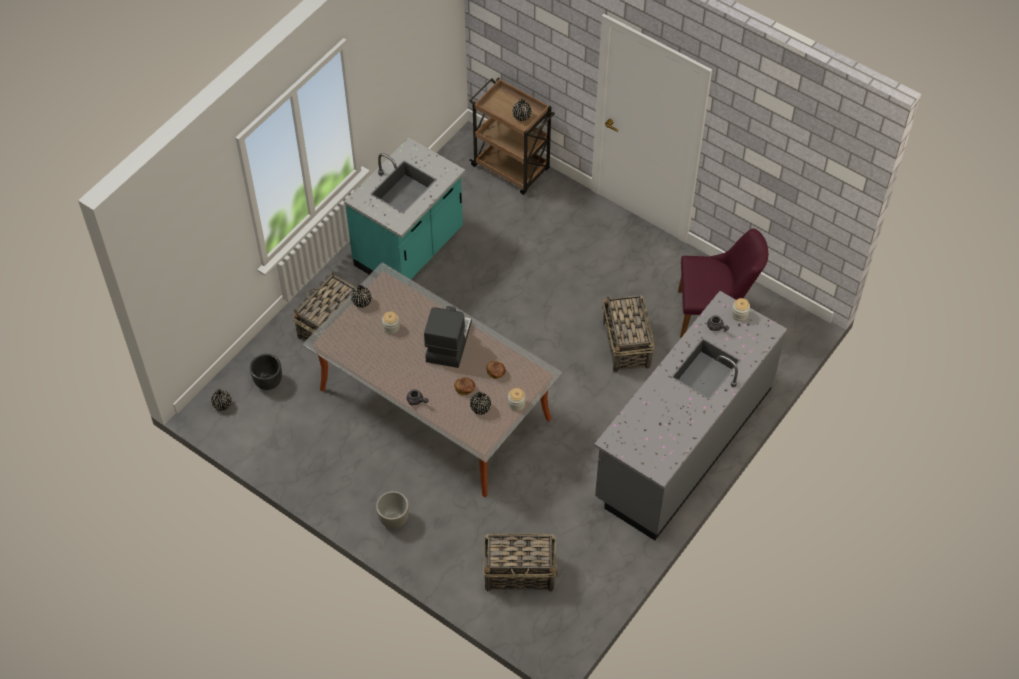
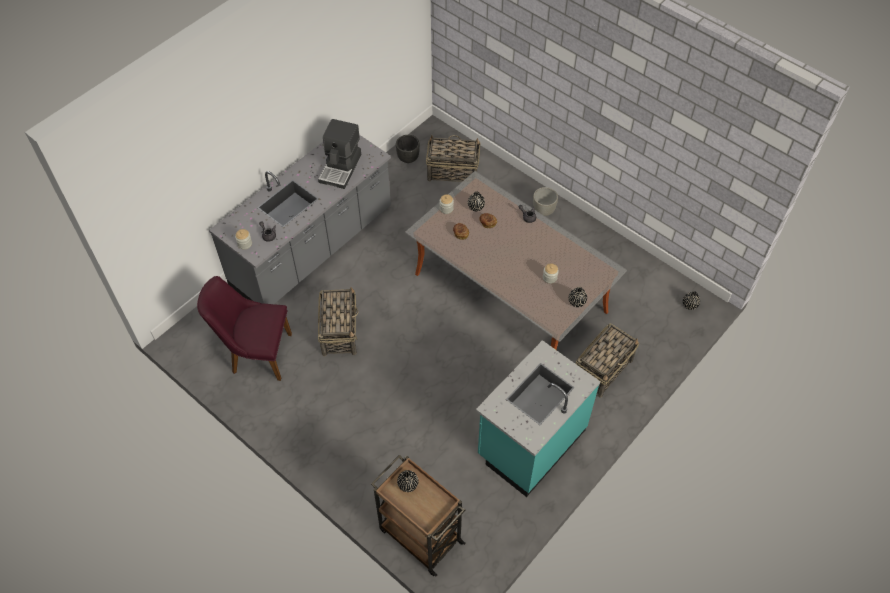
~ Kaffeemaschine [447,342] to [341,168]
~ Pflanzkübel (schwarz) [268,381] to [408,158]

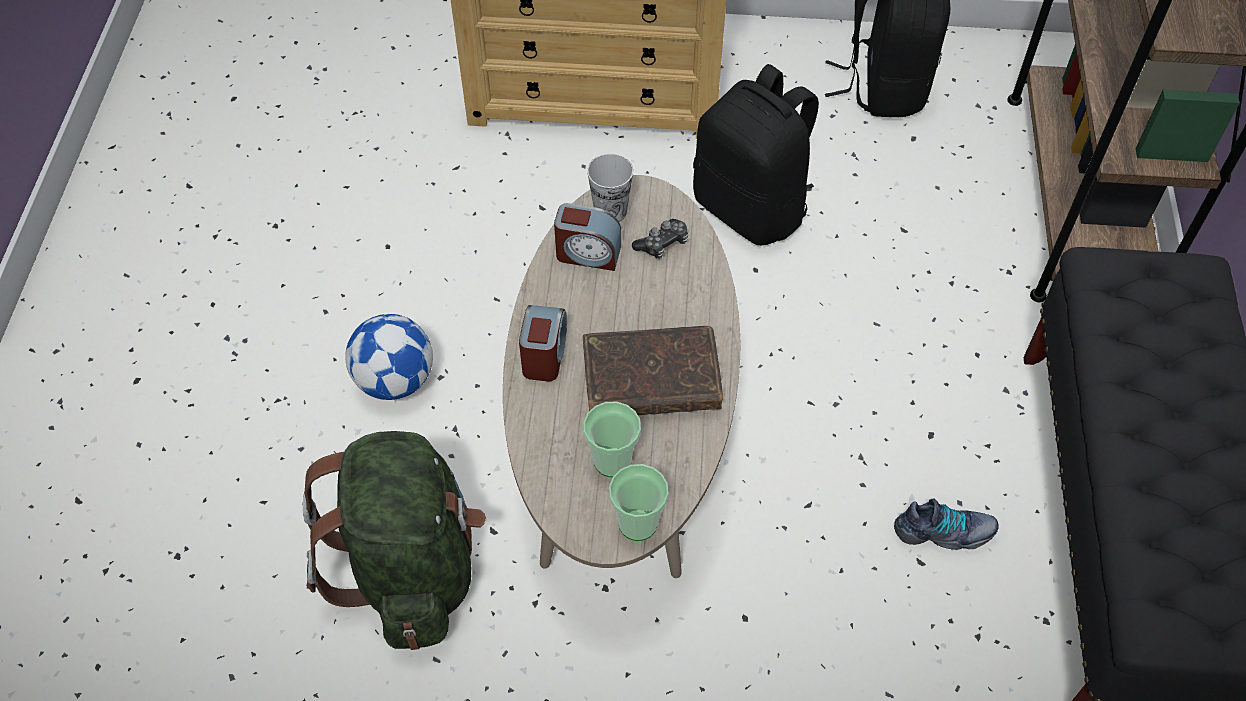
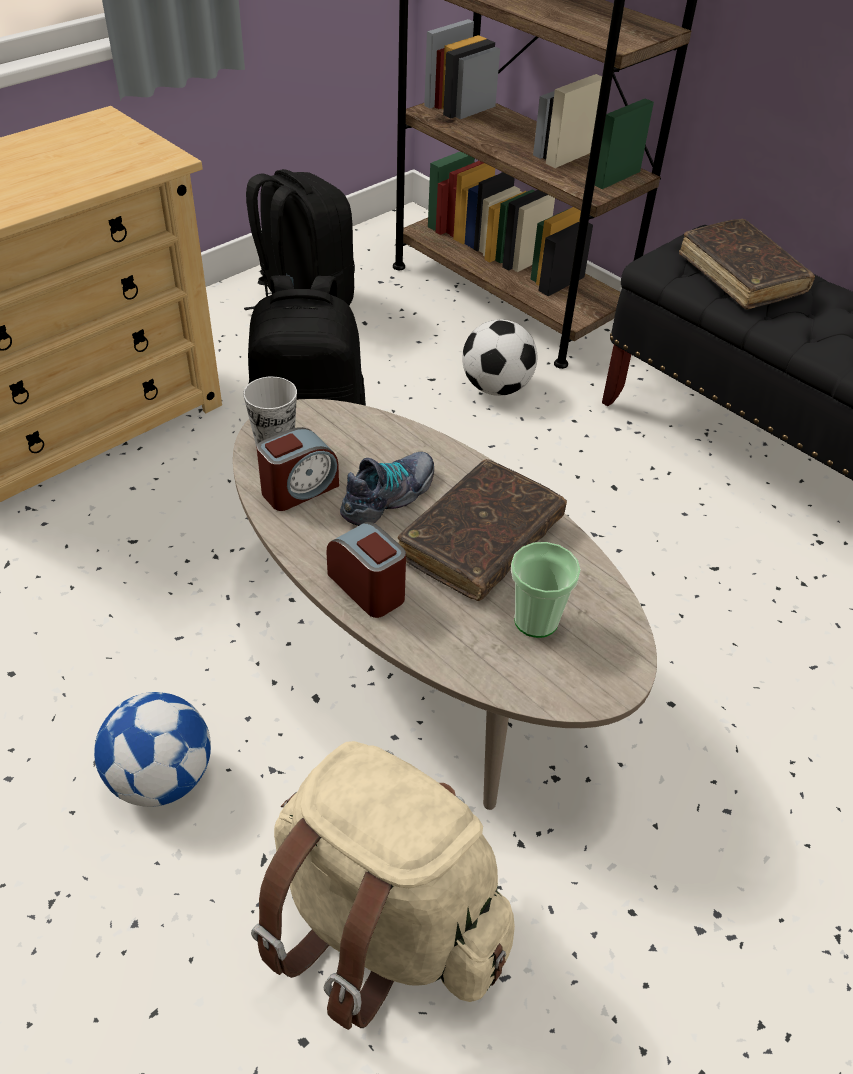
~ Rucksack (grün) [412,568] to Rucksack (beige) [383,922]
~ Schuh [944,532] to [390,497]
+ Fußball [496,388]
+ Buch (braun) [741,275]
- Tasse [638,523]
- Gamepad [662,244]

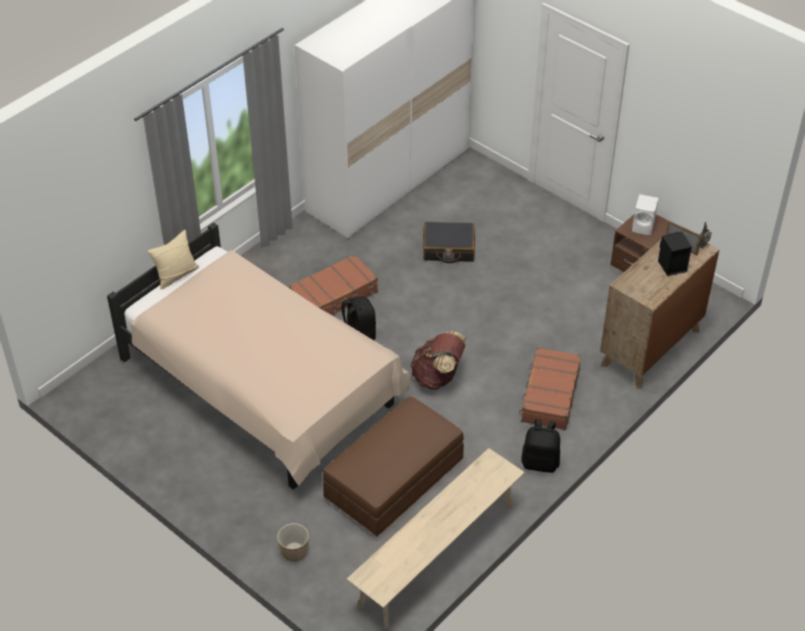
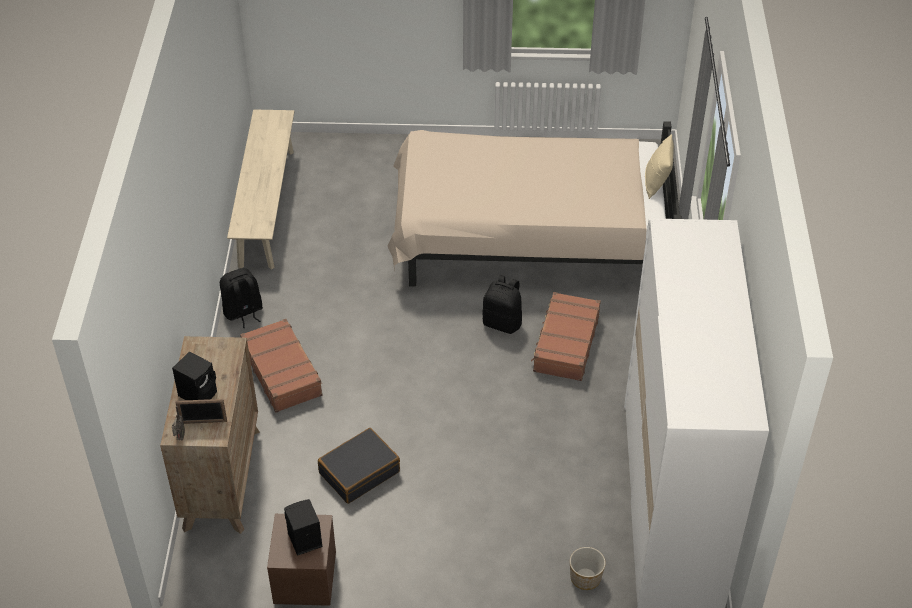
~ Lautsprecher (weiß) [644,227] to Lautsprecher (schwarz) [303,540]
~ Koffer (schwarz) [448,248] to [359,472]
~ Pflanzkübel [294,550] to [585,578]
- Polsterhocker (braun) [394,480]
- Rucksack (braun) [438,377]

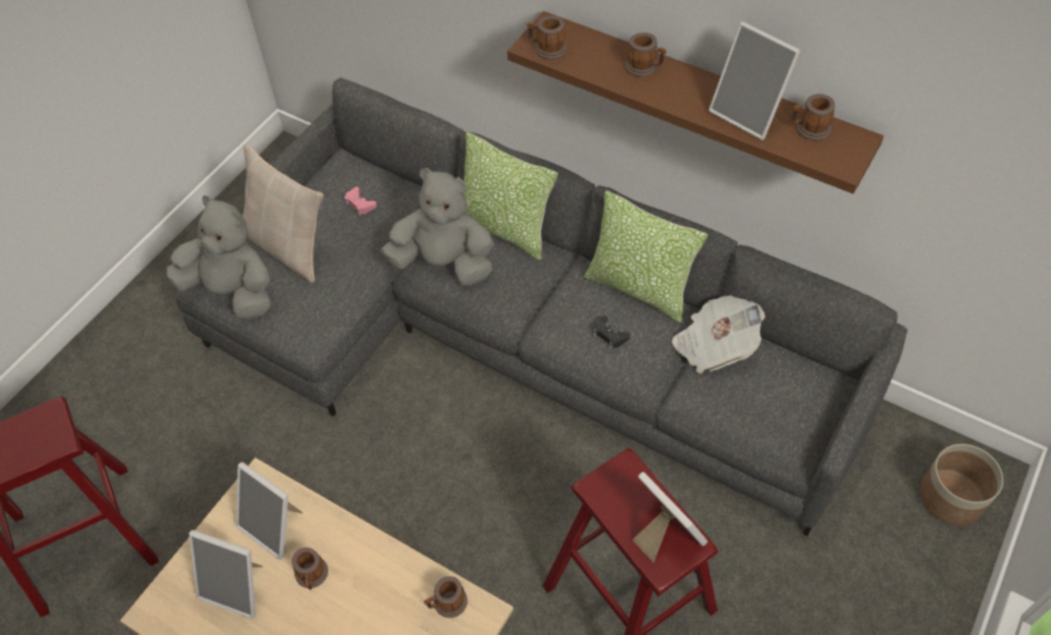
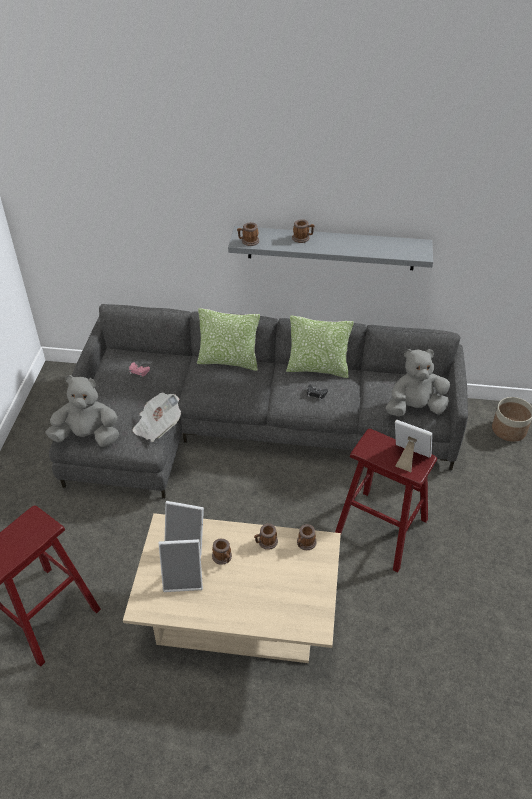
~ Zeitung [714,345] to [157,426]
~ Wandregal (braun) [700,95] to Wandregal (grau) [331,248]
~ Henkelbecher [809,129] to [265,542]
~ Plüschtier (grau) [444,263] to [414,408]
- Kissen (beige) [289,247]
- Bilderrahmen [748,114]

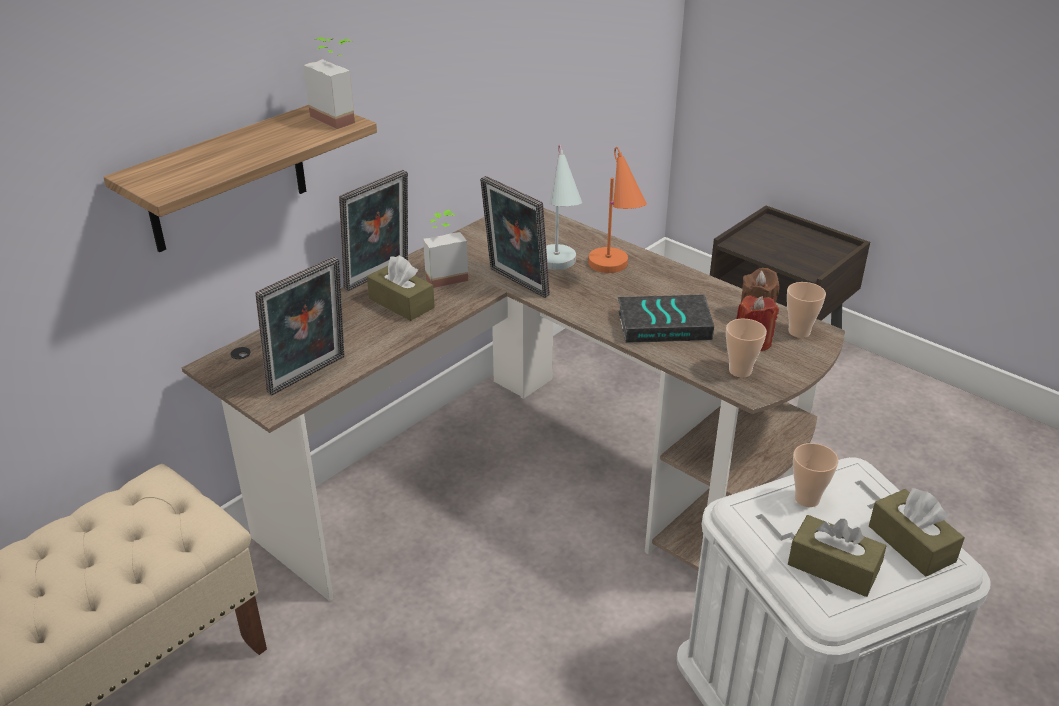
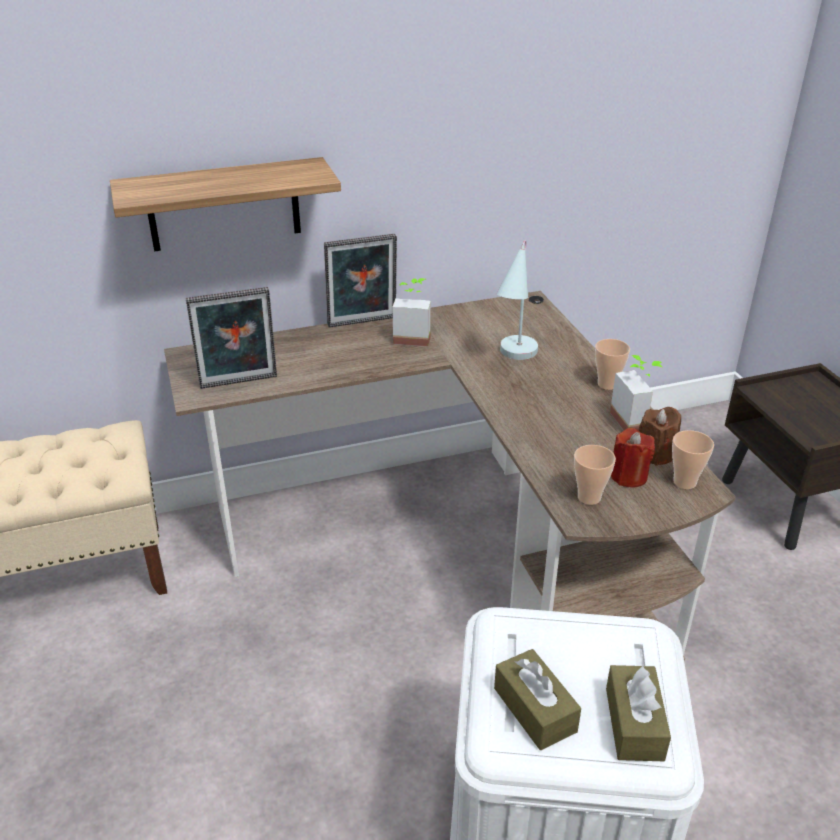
~ Tasse [807,499] to [607,384]
~ Topfpflanze [340,117] to [635,420]
- Taschentuchbox (braun) [401,303]
- Bilderrahmen [515,284]
- Tischlampe (orange) [615,272]
- Buch [665,324]

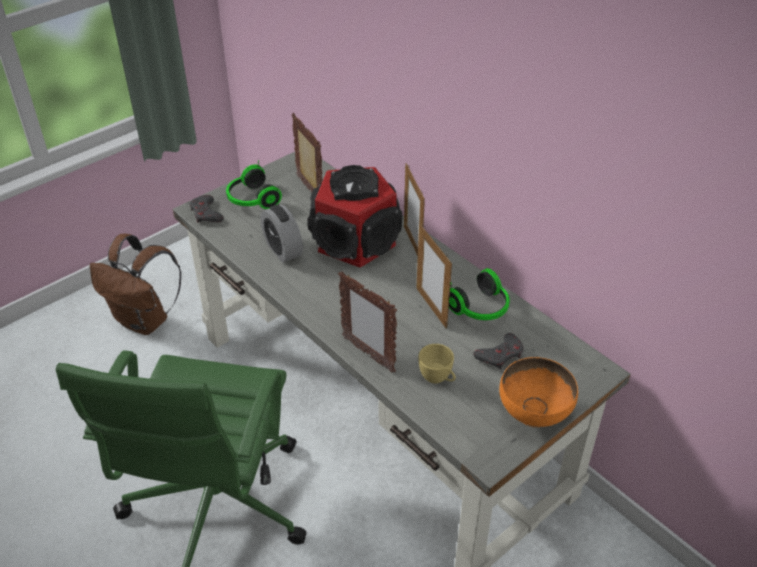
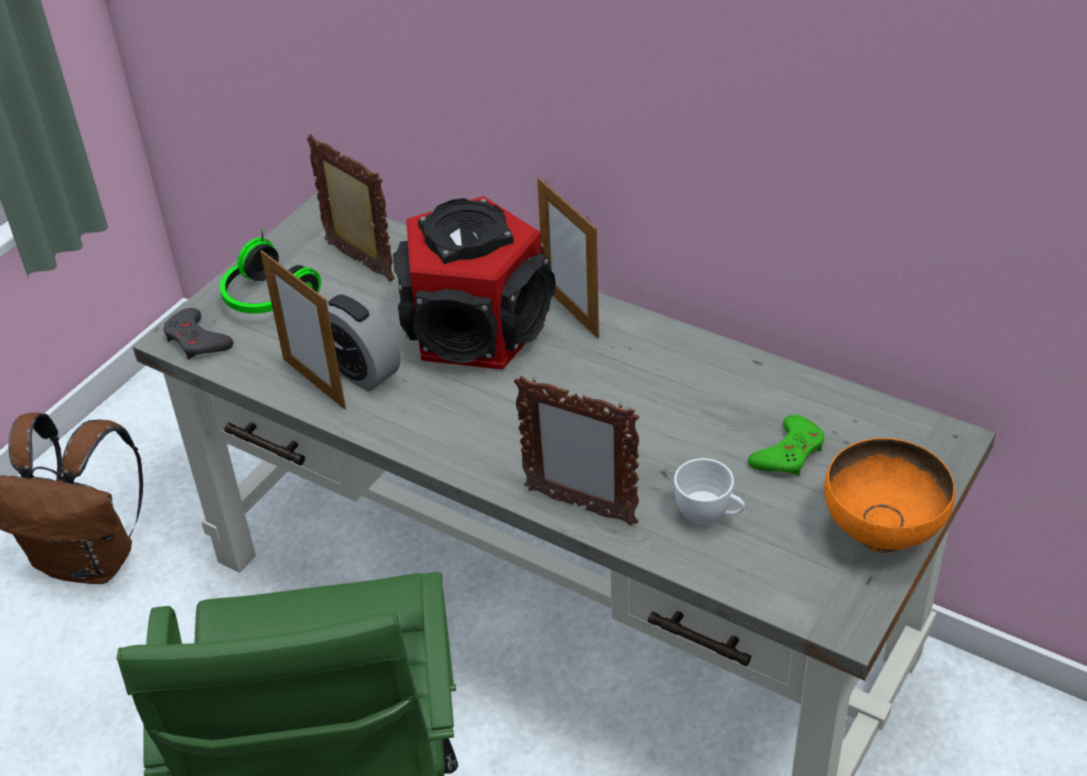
~ Bilderrahmen [431,307] to [314,383]
~ Tasse (gelb) [438,378] to Tasse (weiß) [709,516]
~ Gamepad (grau) [500,354] to Gamepad (grün) [788,453]
- Kopfhörer [480,309]

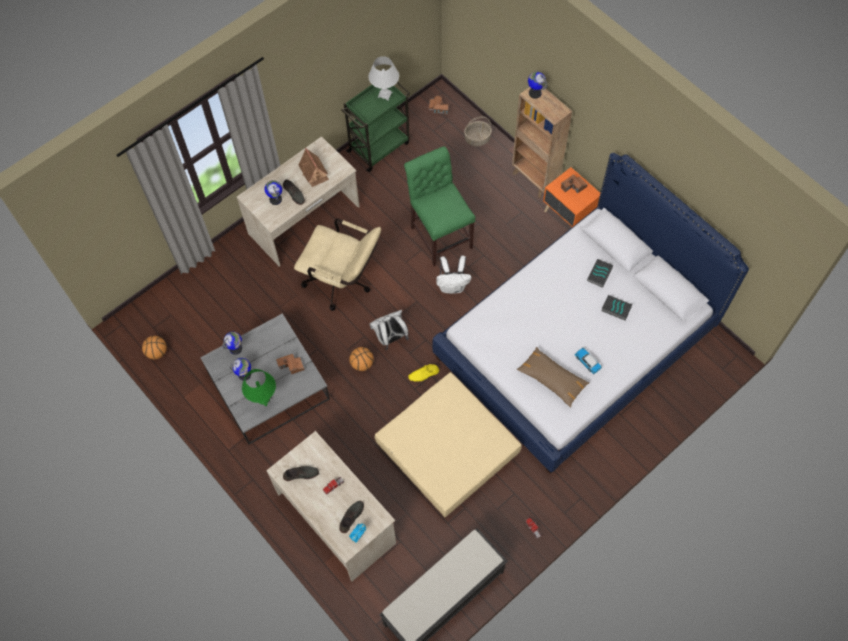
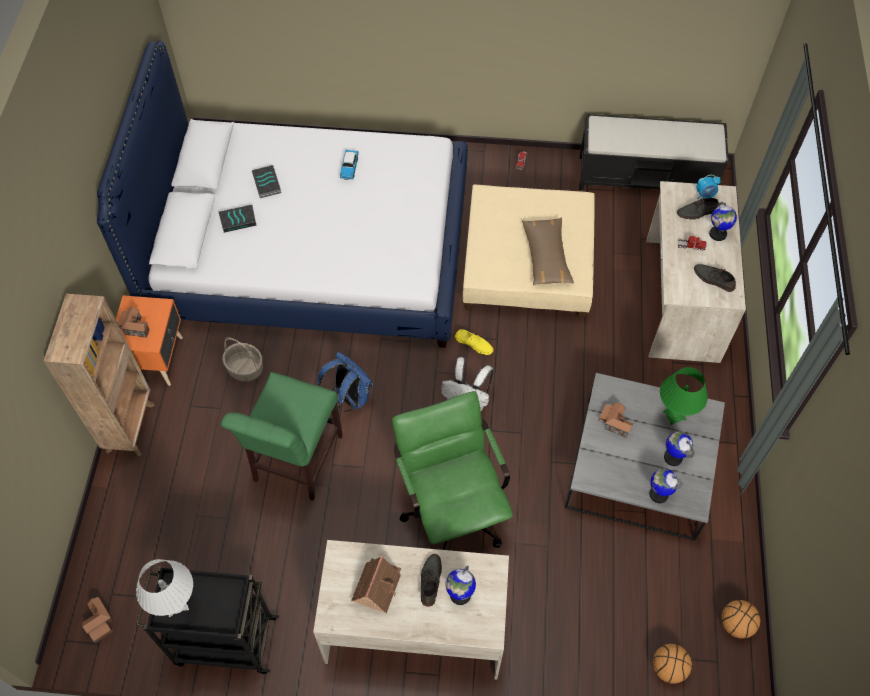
~ Rollwagen (grün) [379,146] to Rollwagen (schwarz) [224,641]
~ Korb [477,138] to [245,369]
~ Rucksack (weiß) [452,286] to Rucksack (blau) [349,397]
~ Bürostuhl (beige) [343,282] to Bürostuhl (grün) [451,508]
~ Kissen (braun) [552,379] to [546,256]
~ Basketball [362,363] to [668,668]
~ Globus [535,93] to [717,234]

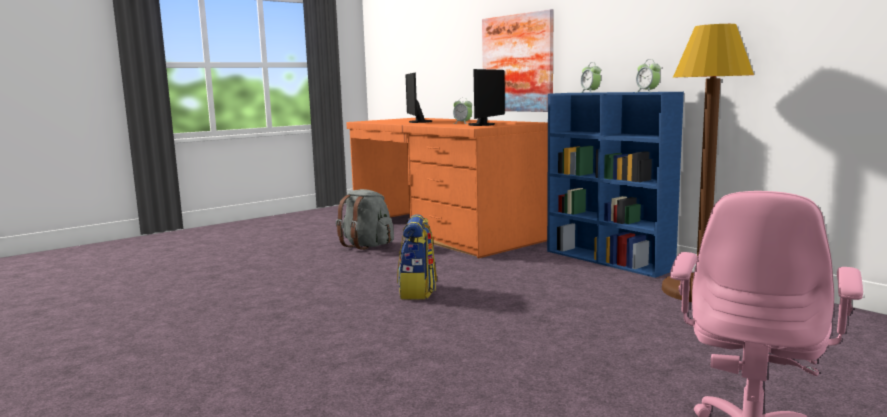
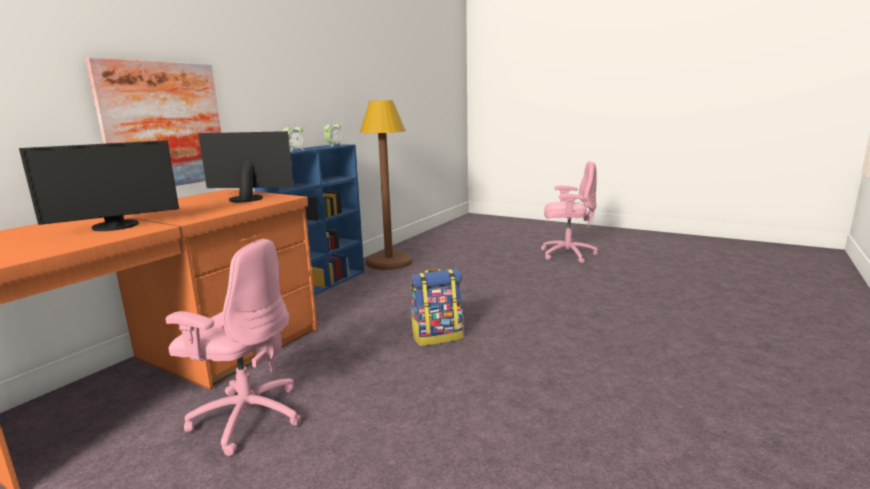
~ Rucksack (grau) [367,246] to Bürostuhl (rosa) [247,416]
- Wecker [462,123]

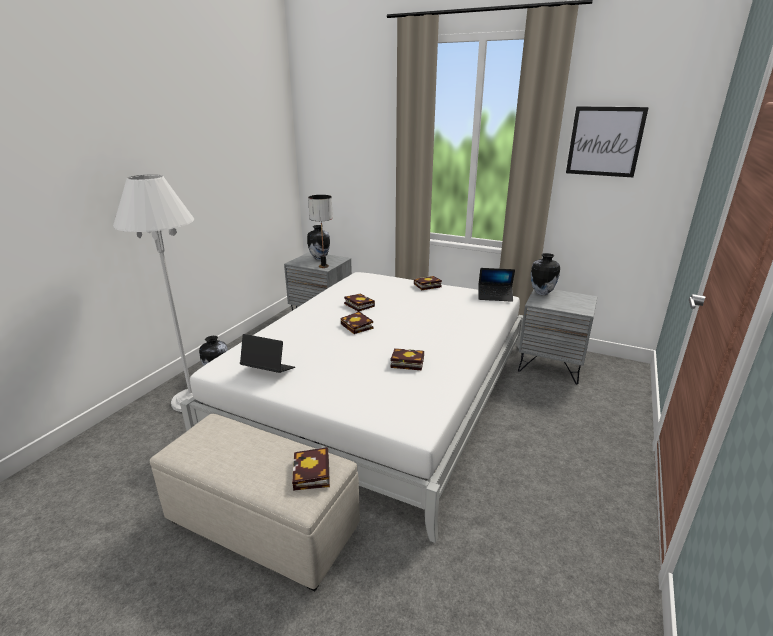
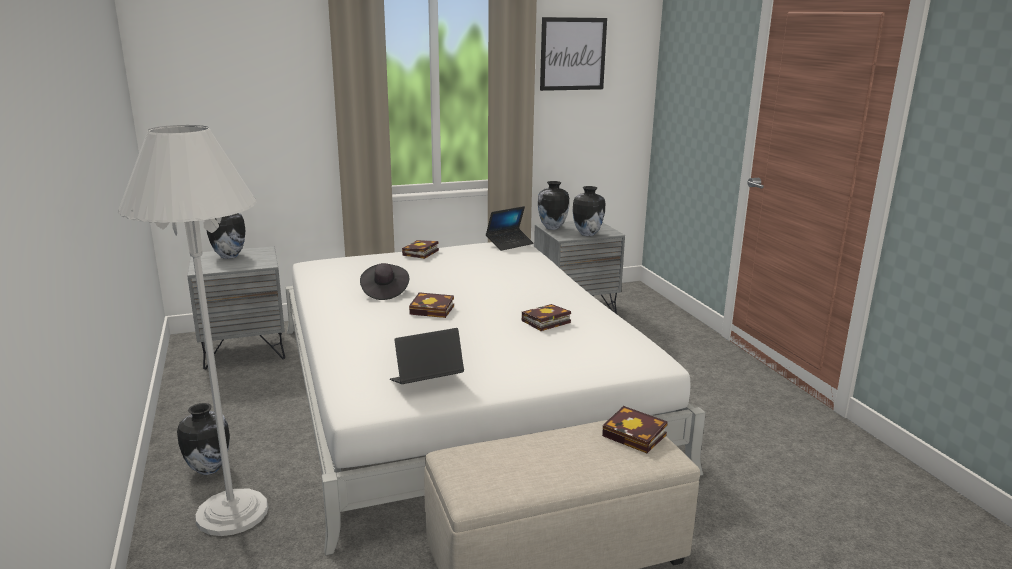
~ Buch [358,304] to Hut (schwarz) [384,292]
+ Vase [587,234]
- Tischlampe [324,266]

